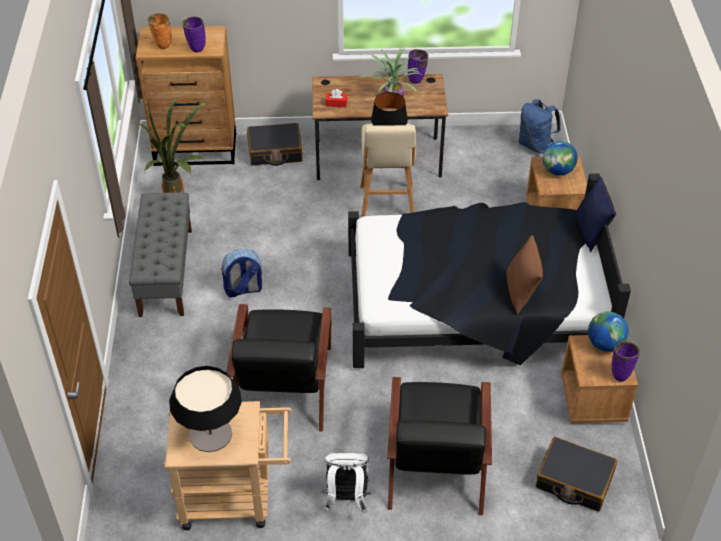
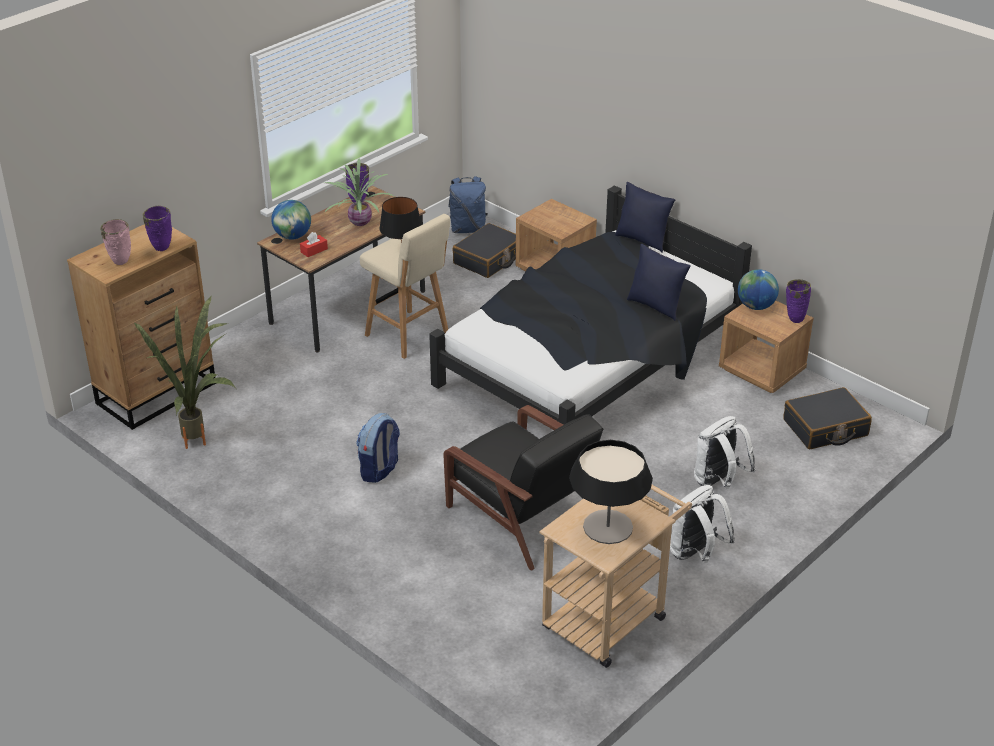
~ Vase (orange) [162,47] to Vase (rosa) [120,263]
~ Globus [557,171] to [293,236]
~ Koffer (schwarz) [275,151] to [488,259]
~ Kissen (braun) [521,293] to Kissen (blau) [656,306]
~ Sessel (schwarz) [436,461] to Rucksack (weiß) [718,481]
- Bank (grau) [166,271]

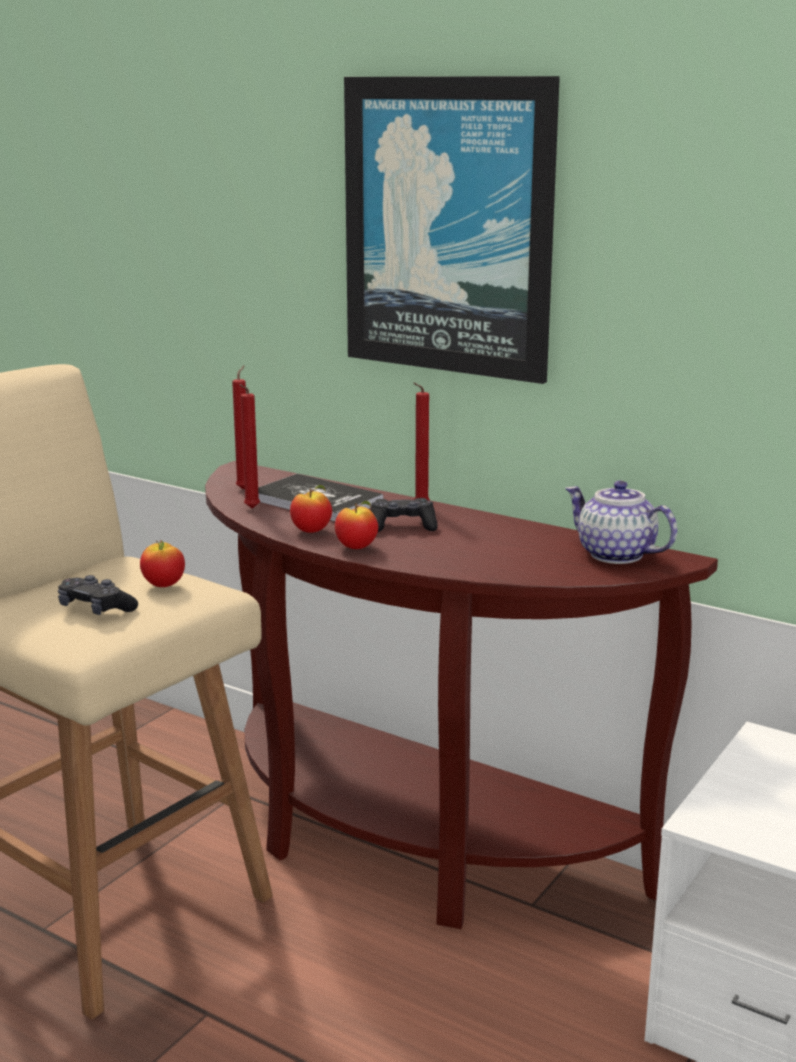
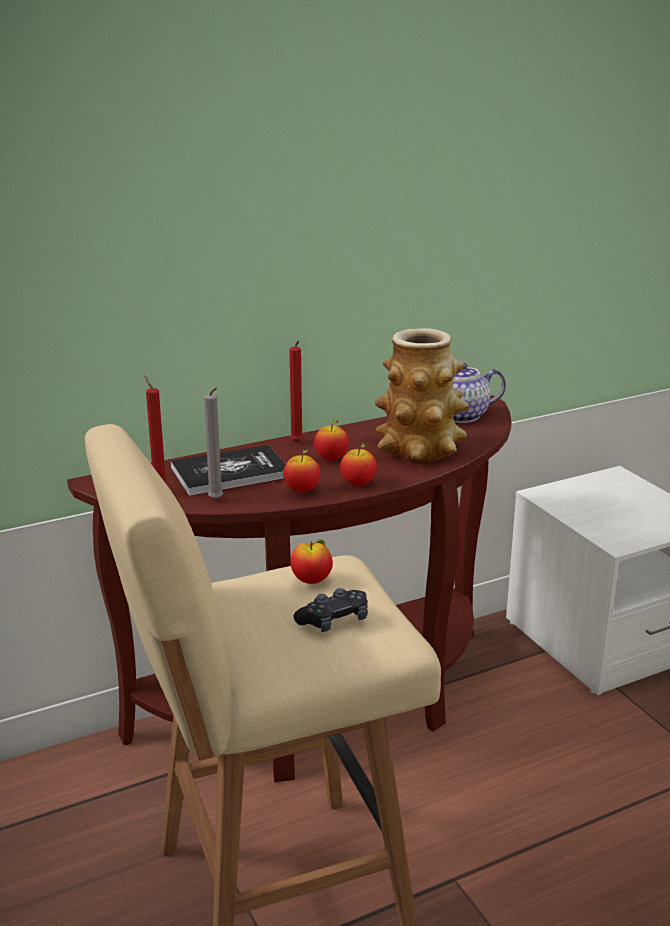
~ Kerze (rot) [250,509] to Kerze (grau) [217,500]
~ Gamepad (schwarz) [402,526] to Apfel [331,458]
+ Vase [420,450]
- Bild [449,227]

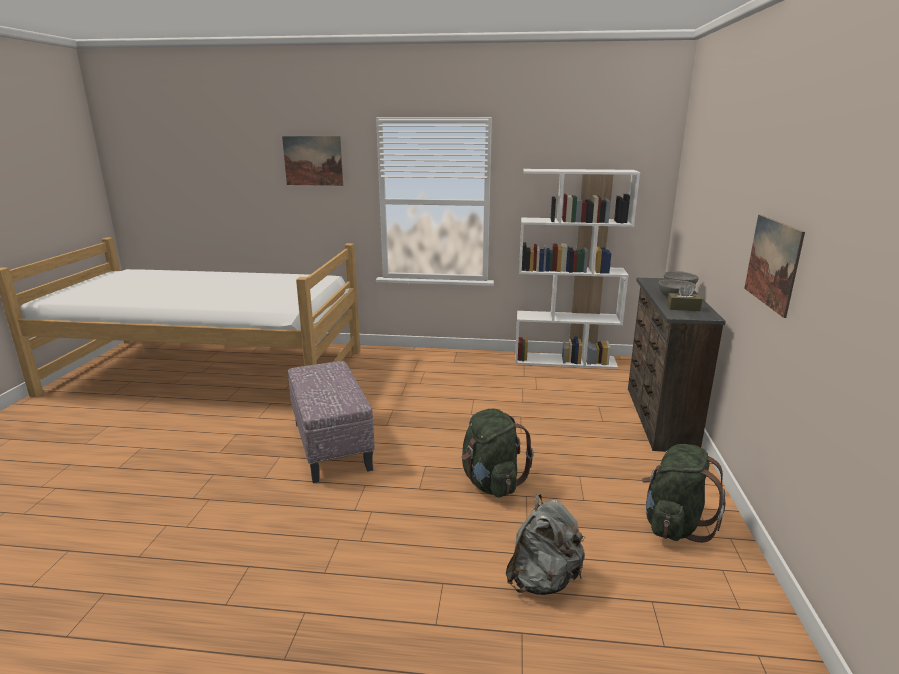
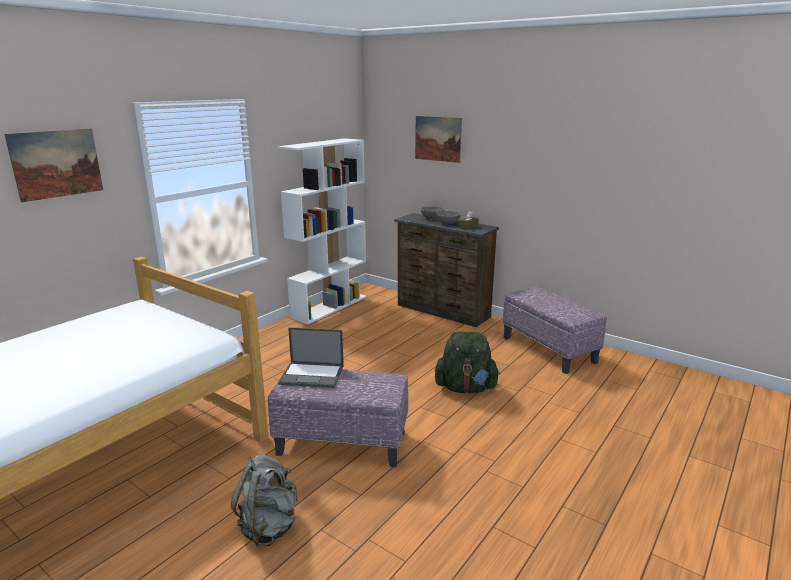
~ Rucksack (grau) [543,580] to [269,526]
+ Laptop [313,375]
~ Bild [772,263] to [438,139]
~ Rucksack (grün) [674,524] to Polsterhocker [549,350]

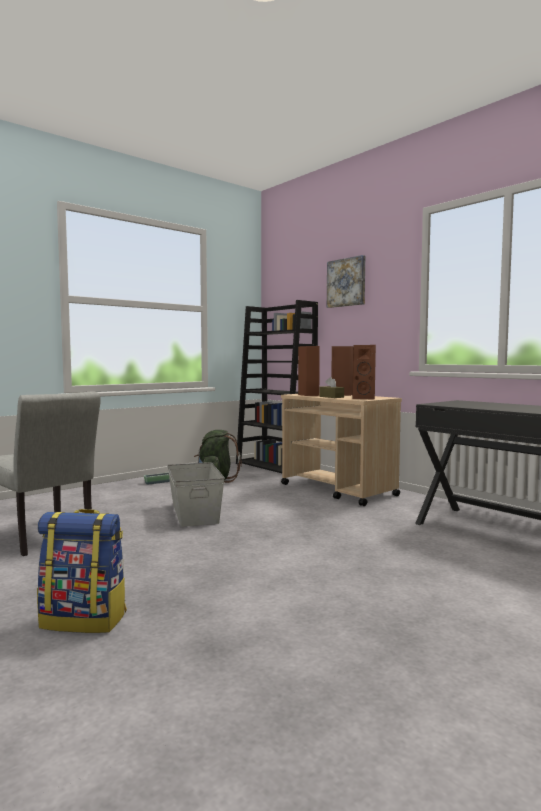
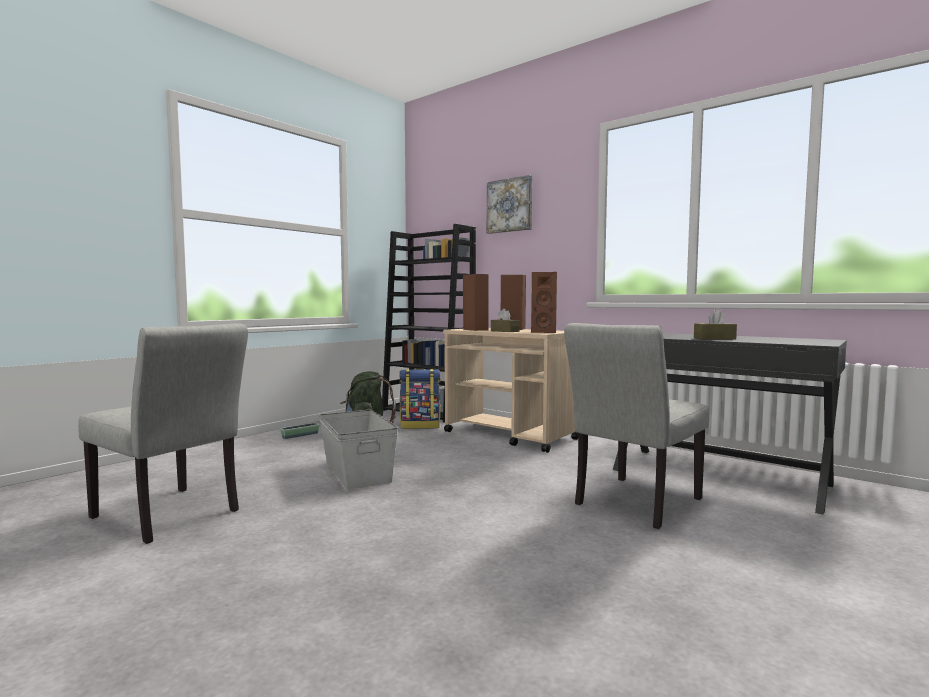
~ Rucksack [85,619] to [420,426]
+ Stuhl (grau) [632,504]
+ Taschentuchbox (braun) [714,338]

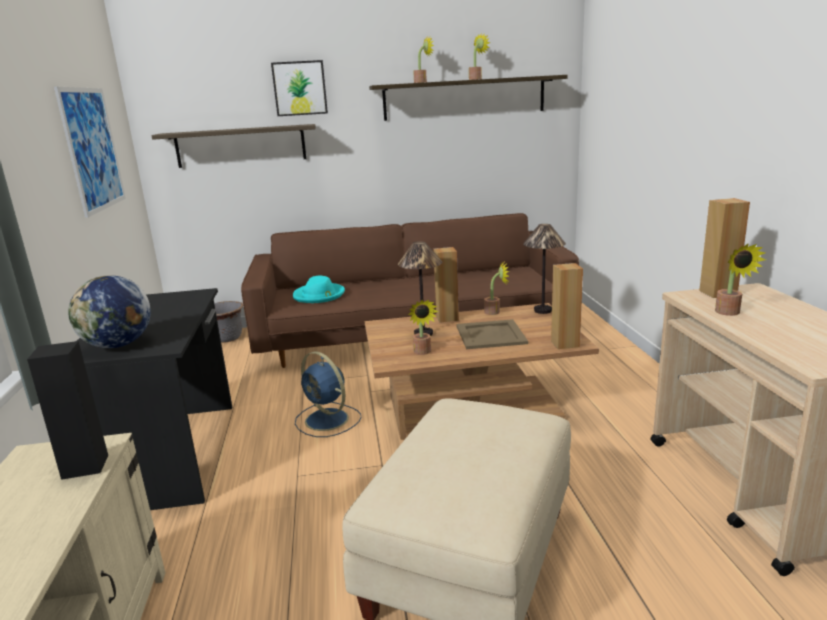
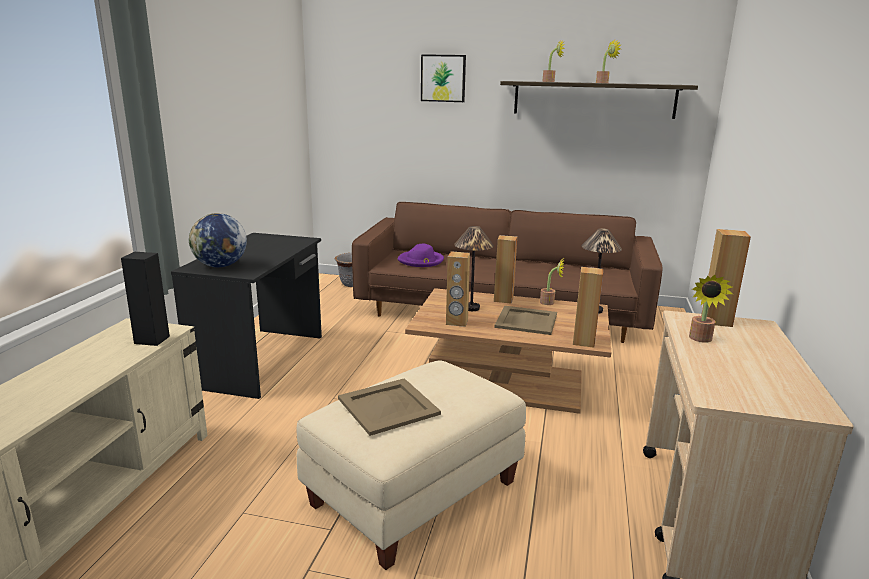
+ Tablett (beige) [388,407]
~ Hut (türkis) [319,295] to Hut (lila) [421,261]
~ Topfpflanze [423,352] to Lautsprecher (braun) [457,322]
- Bild [92,149]
- Wandregal [241,146]
- Ventilator (blau) [328,420]

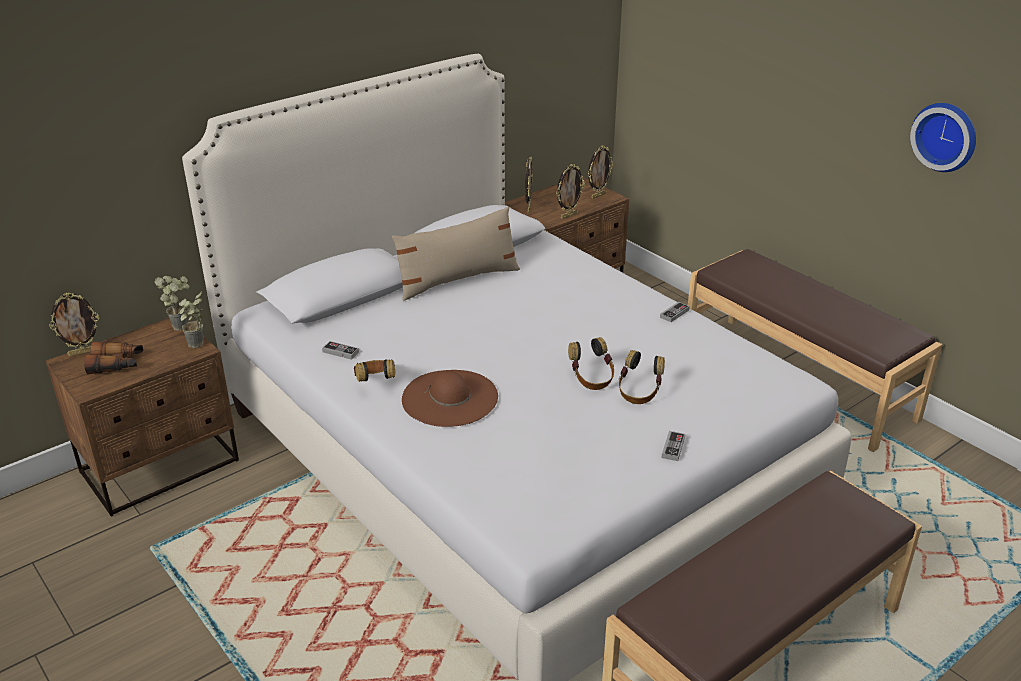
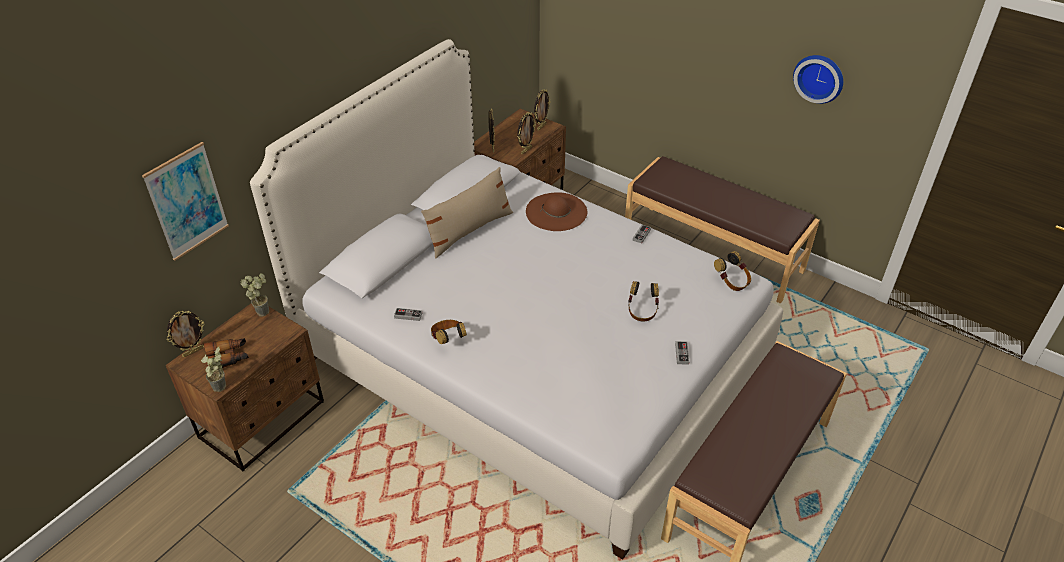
+ Bild [187,201]
~ Topfpflanze [197,347] to [221,389]
~ Hut (braun) [450,398] to [556,212]
~ Kopfhörer [591,379] to [732,282]

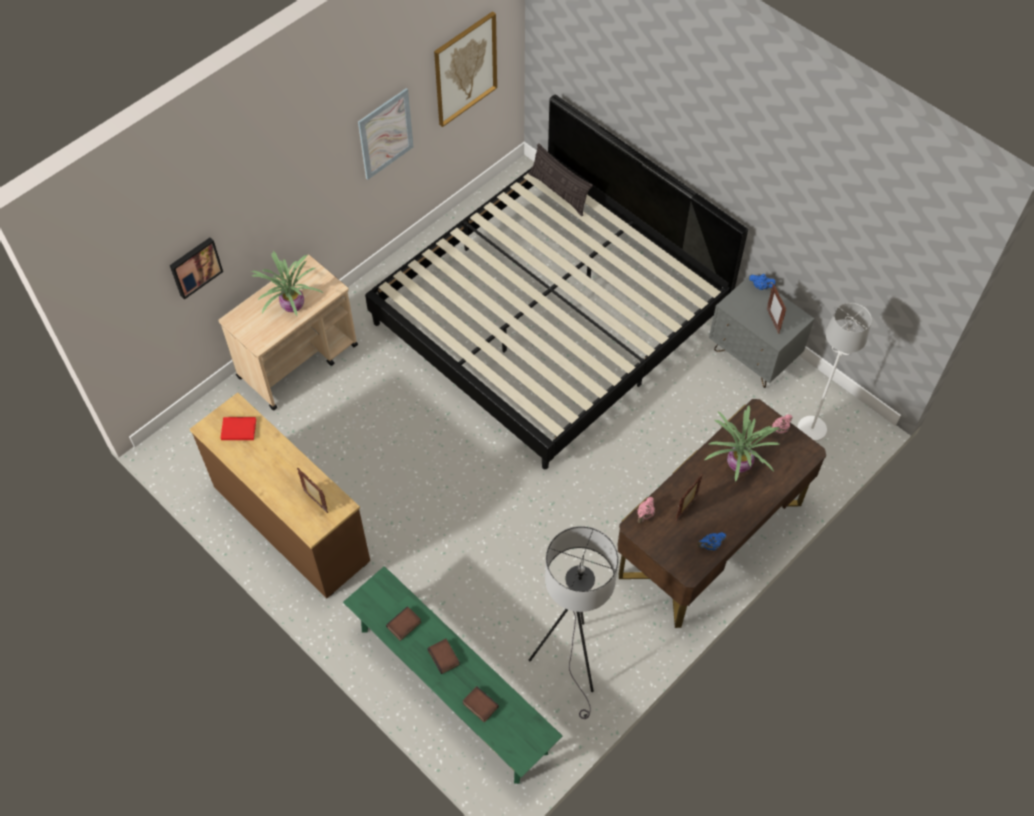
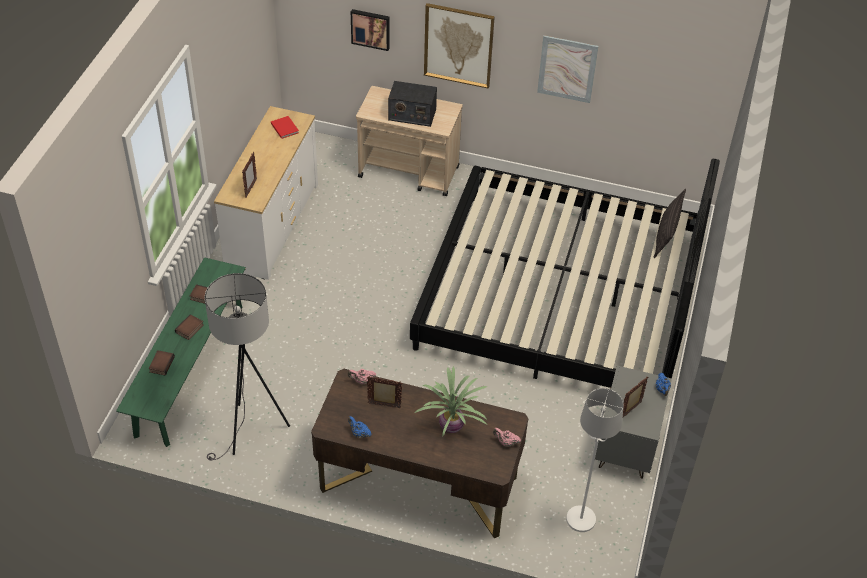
~ Kommode (braun) [290,524] to Kommode (weiß) [272,226]
~ Topfpflanze [292,304] to Radio [412,114]
~ Bild [465,69] to [458,45]

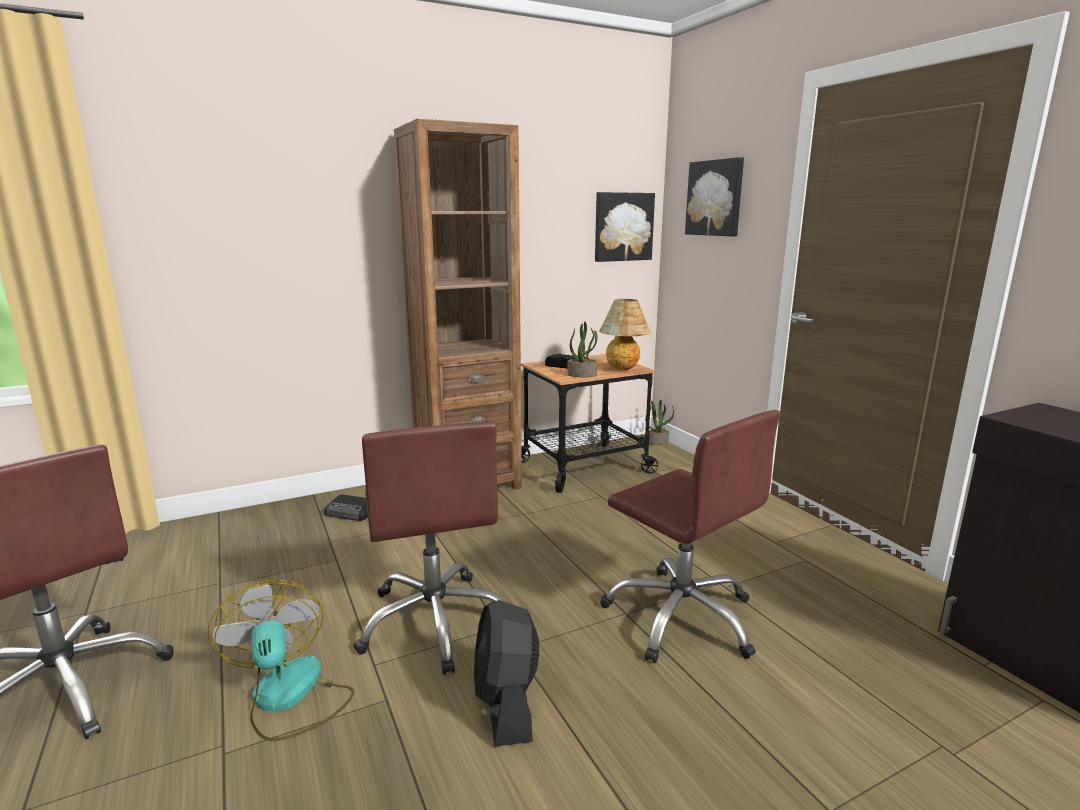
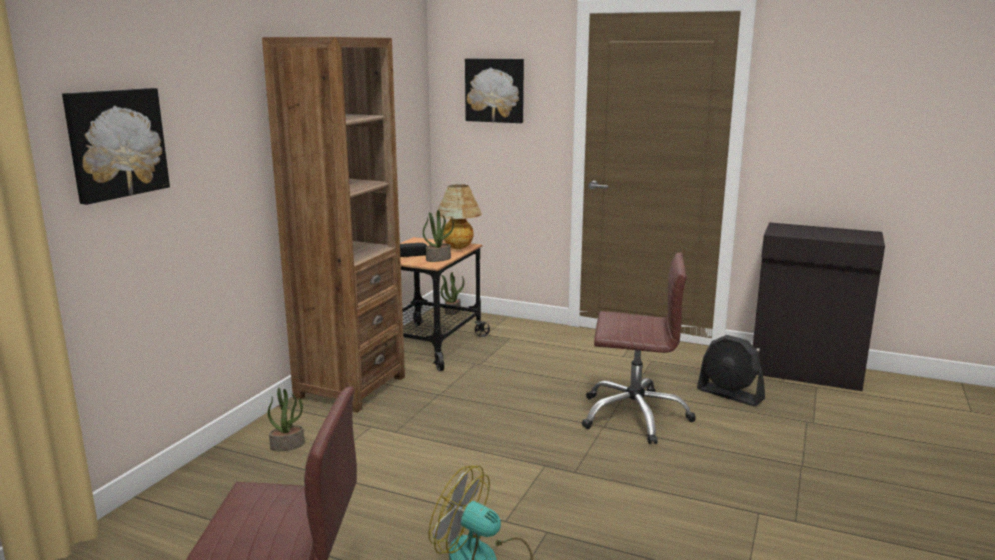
~ Bild [622,227] to [115,143]
~ Radio [351,512] to Topfpflanze [288,445]
~ Ventilator (schwarz) [506,703] to [730,394]
- Bürostuhl (braun) [436,621]

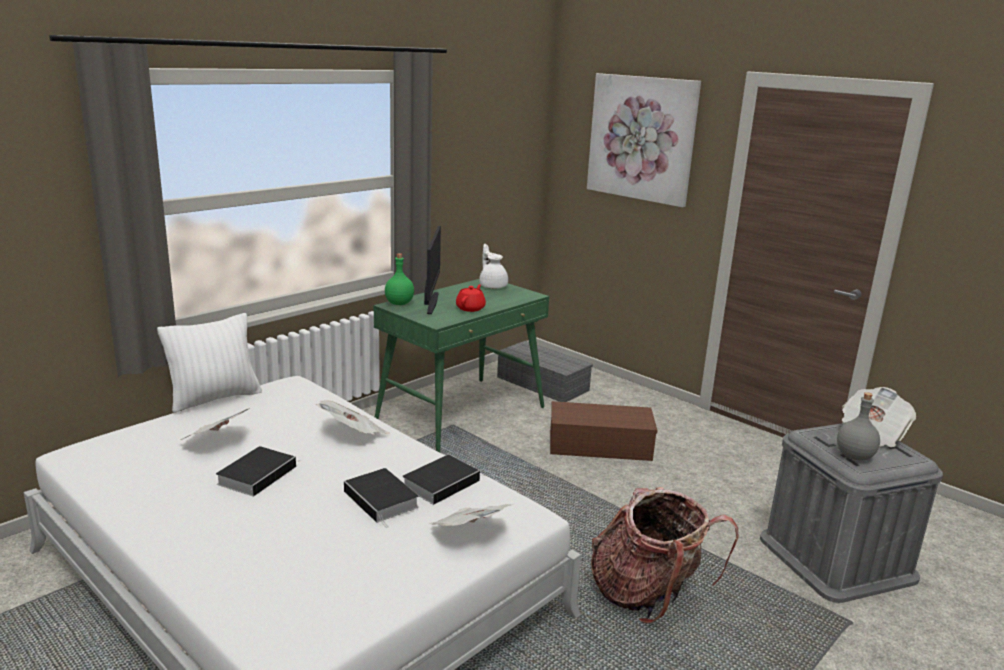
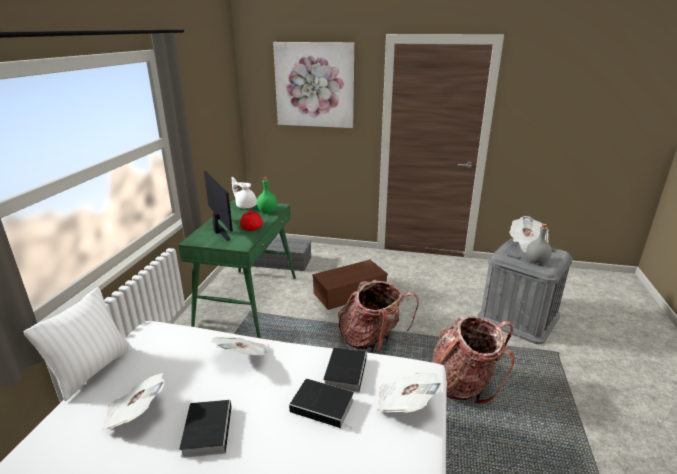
~ Flasche (grün) [399,303] to [267,211]
+ Rucksack [372,340]

